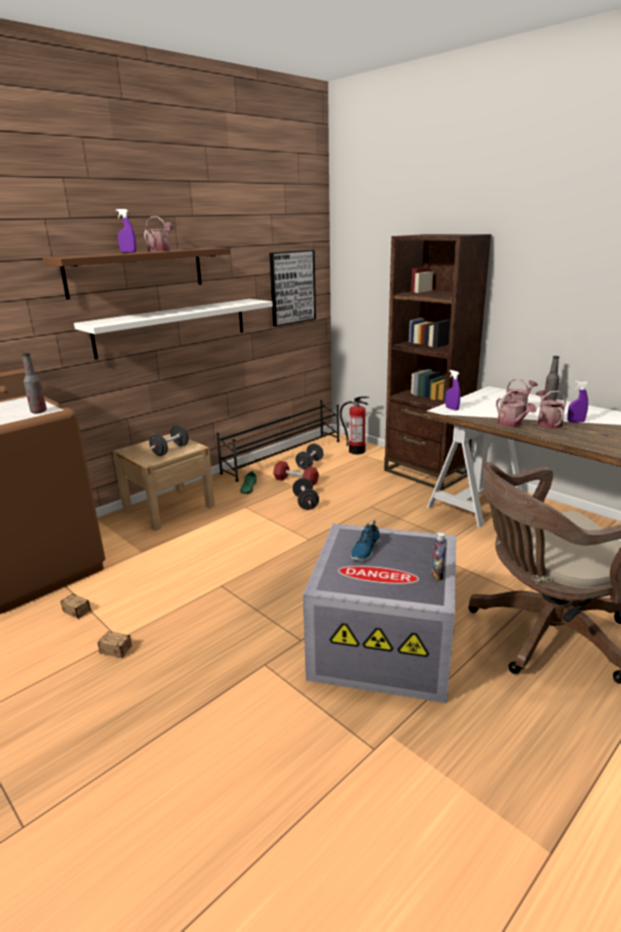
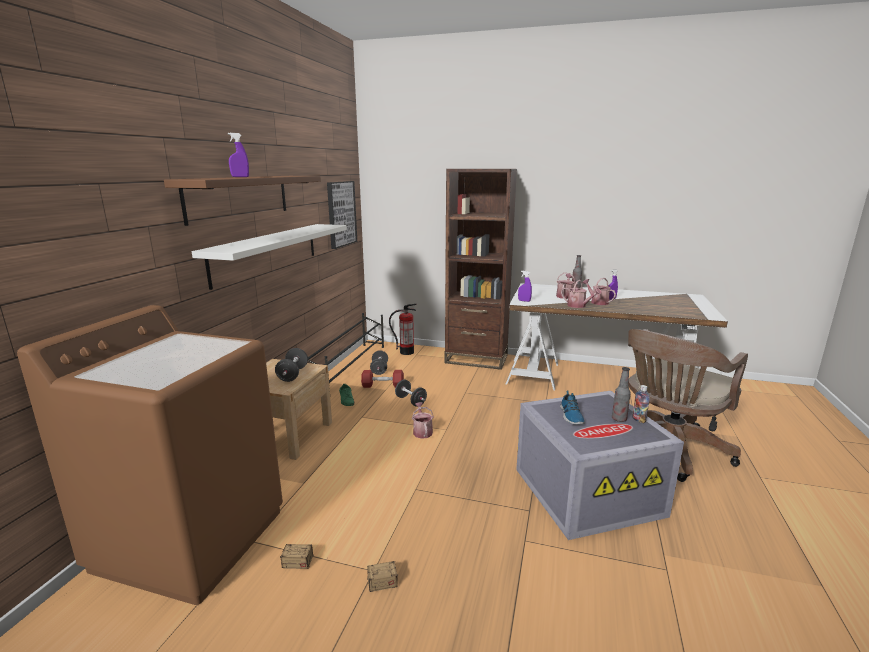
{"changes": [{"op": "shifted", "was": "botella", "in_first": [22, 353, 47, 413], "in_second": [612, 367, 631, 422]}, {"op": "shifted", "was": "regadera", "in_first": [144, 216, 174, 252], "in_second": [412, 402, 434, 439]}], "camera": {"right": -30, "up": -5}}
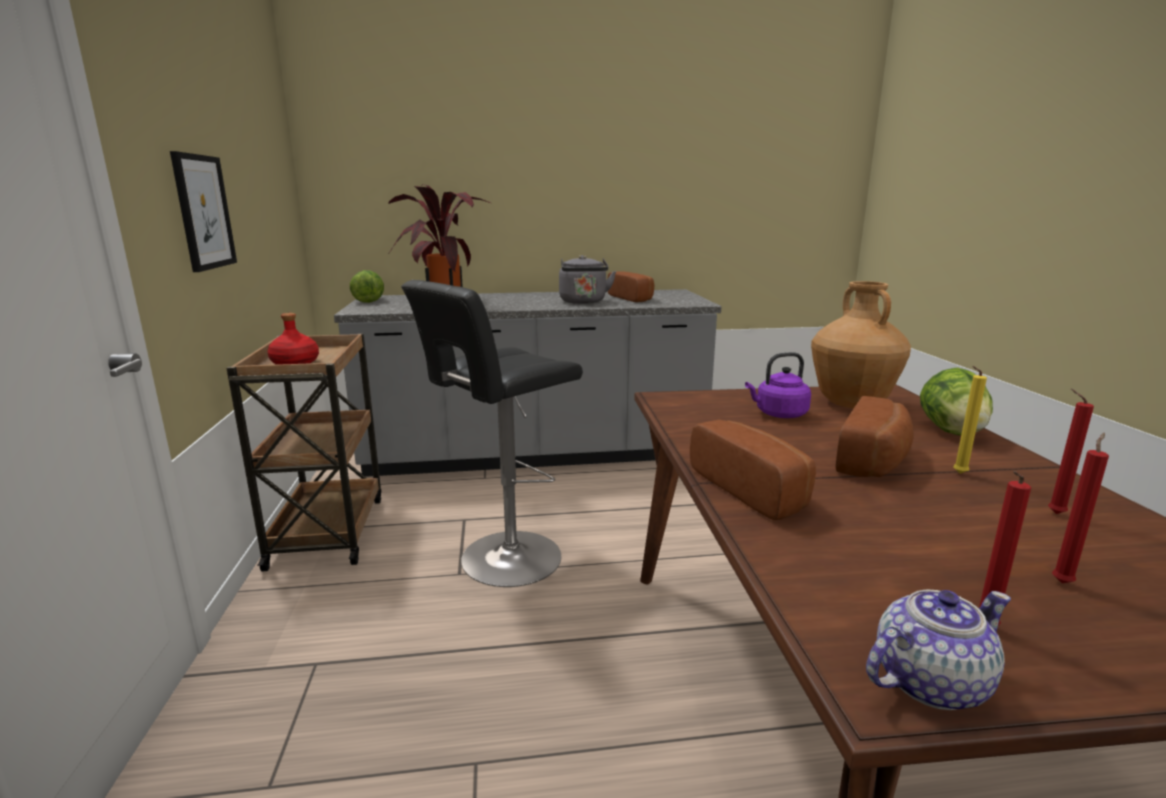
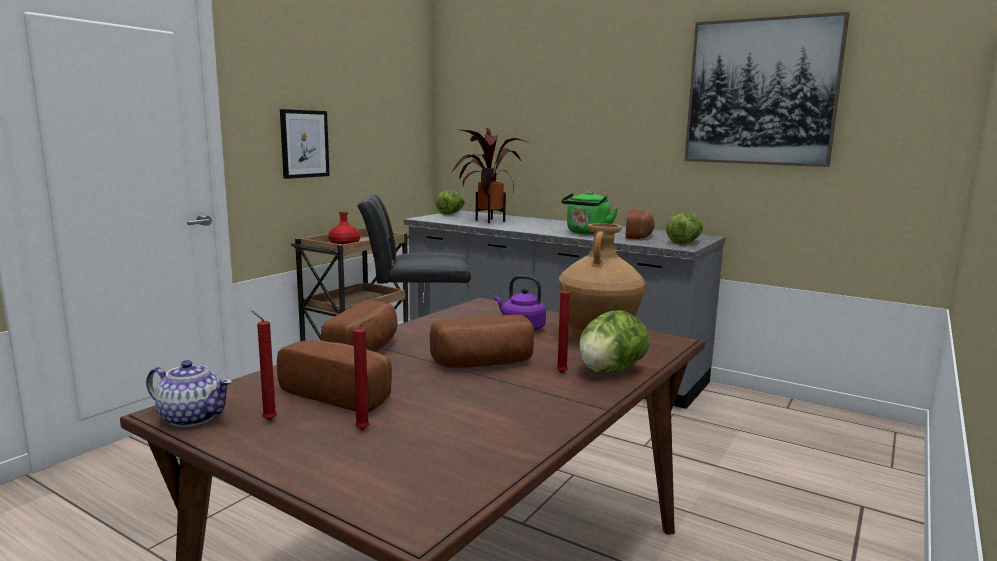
{"changes": [{"op": "repainted", "was": "hervidor/gris", "now": "hervidor/verde", "in_first": [559, 255, 616, 304], "in_second": [561, 191, 618, 235]}, {"op": "gone", "was": "vela/amarillo", "in_first": [953, 366, 987, 474]}, {"op": "shifted", "was": "vela/rojo", "in_first": [1048, 389, 1094, 514], "in_second": [556, 280, 570, 373]}, {"op": "new", "now": "pan", "in_second": [277, 340, 392, 413]}, {"op": "new", "now": "lechuga", "in_second": [666, 213, 703, 244]}, {"op": "new", "now": "cuadro", "in_second": [684, 12, 850, 167]}], "camera": {"right": 40, "up": -5}}
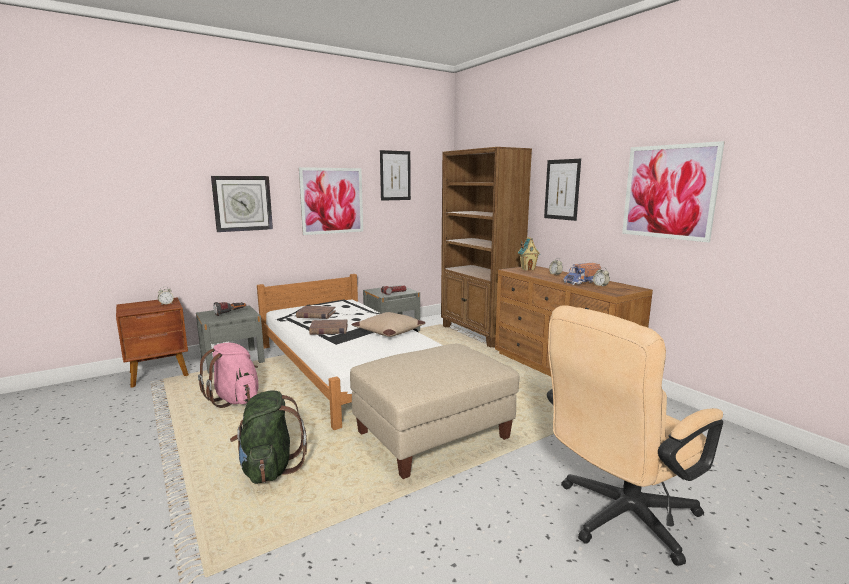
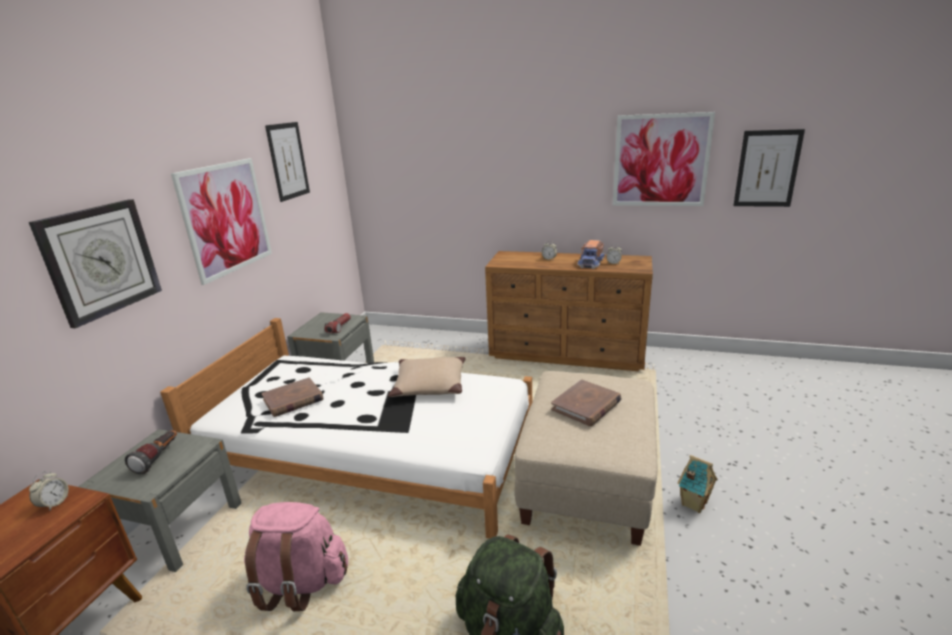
{"changes": [{"op": "shifted", "was": "libro/marrón", "in_first": [309, 319, 348, 335], "in_second": [551, 379, 622, 426]}, {"op": "gone", "was": "estantería/marrón", "in_first": [441, 147, 532, 348]}, {"op": "shifted", "was": "casita", "in_first": [518, 237, 540, 270], "in_second": [677, 455, 718, 513]}, {"op": "shifted", "was": "cuadro", "in_first": [544, 159, 581, 221], "in_second": [733, 129, 805, 207]}, {"op": "gone", "was": "silla de oficina/beis", "in_first": [547, 305, 723, 566]}], "camera": {"right": -40, "up": 10}}
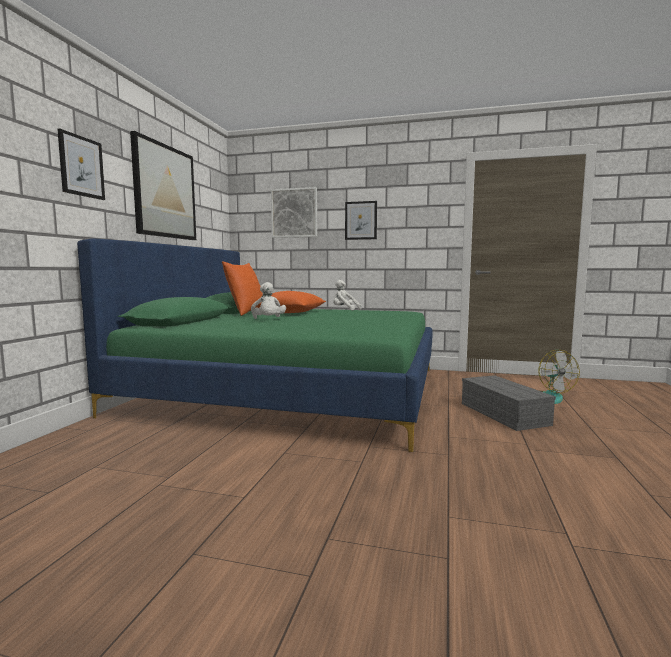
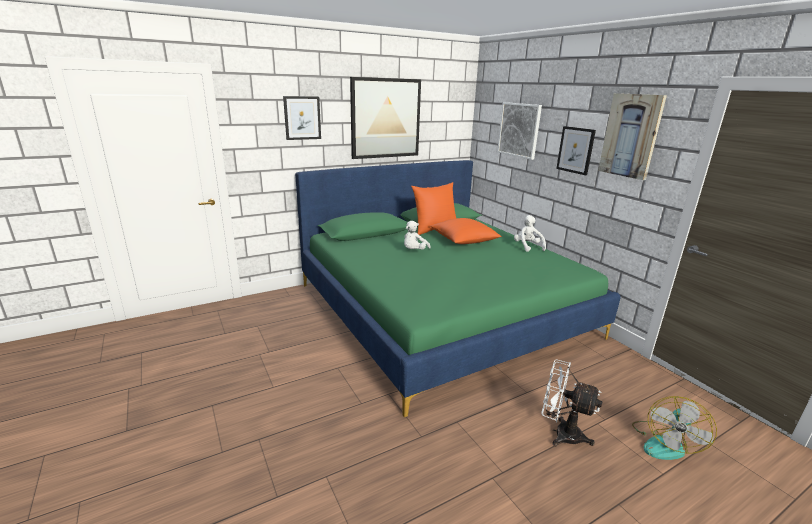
{"changes": [{"op": "swapped", "was": "caja de almacenaje/gris", "now": "ventilador/blanco", "in_first": [462, 375, 556, 431], "in_second": [541, 359, 603, 446]}, {"op": "new", "now": "cuadro", "in_second": [598, 93, 667, 180]}], "camera": {"right": 45, "up": 15}}
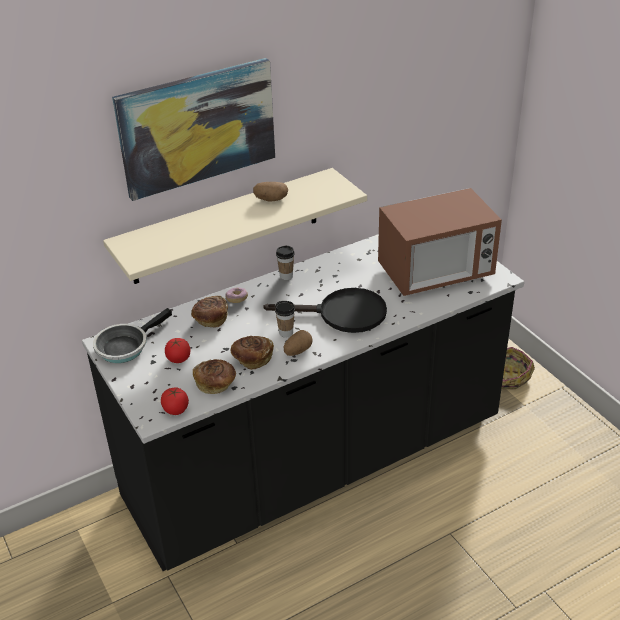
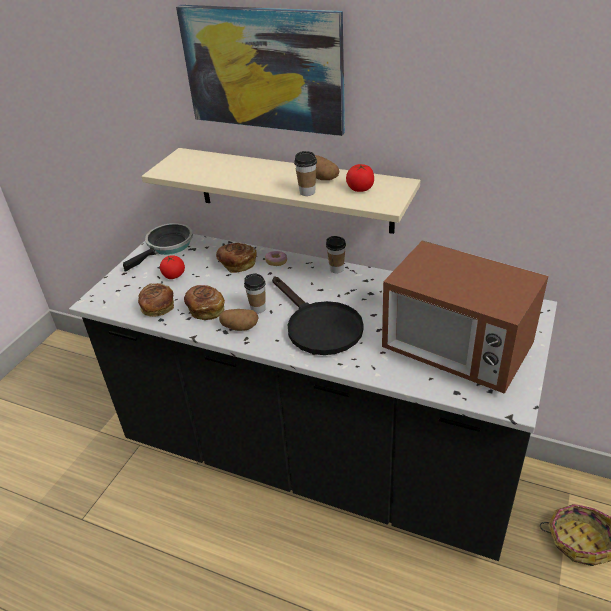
{"changes": [{"op": "rotated", "was": "sartén", "in_first": [93, 308, 172, 363], "in_second": [123, 223, 193, 272], "clockwise": 120}, {"op": "shifted", "was": "tomate", "in_first": [161, 387, 189, 415], "in_second": [346, 164, 374, 192]}, {"op": "new", "now": "taza", "in_second": [294, 151, 317, 196]}], "camera": {"right": 55, "up": 0}}
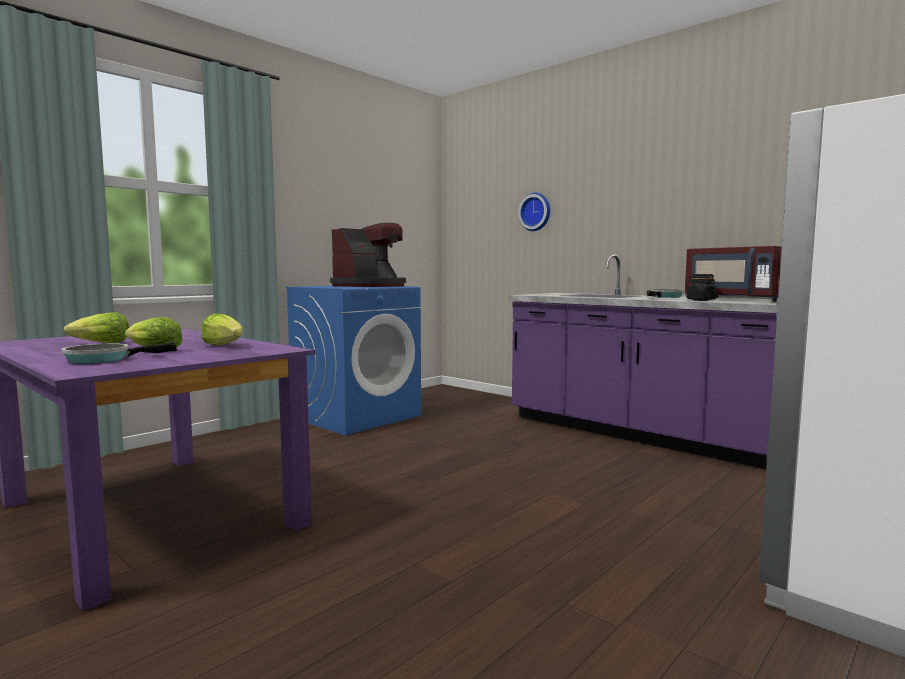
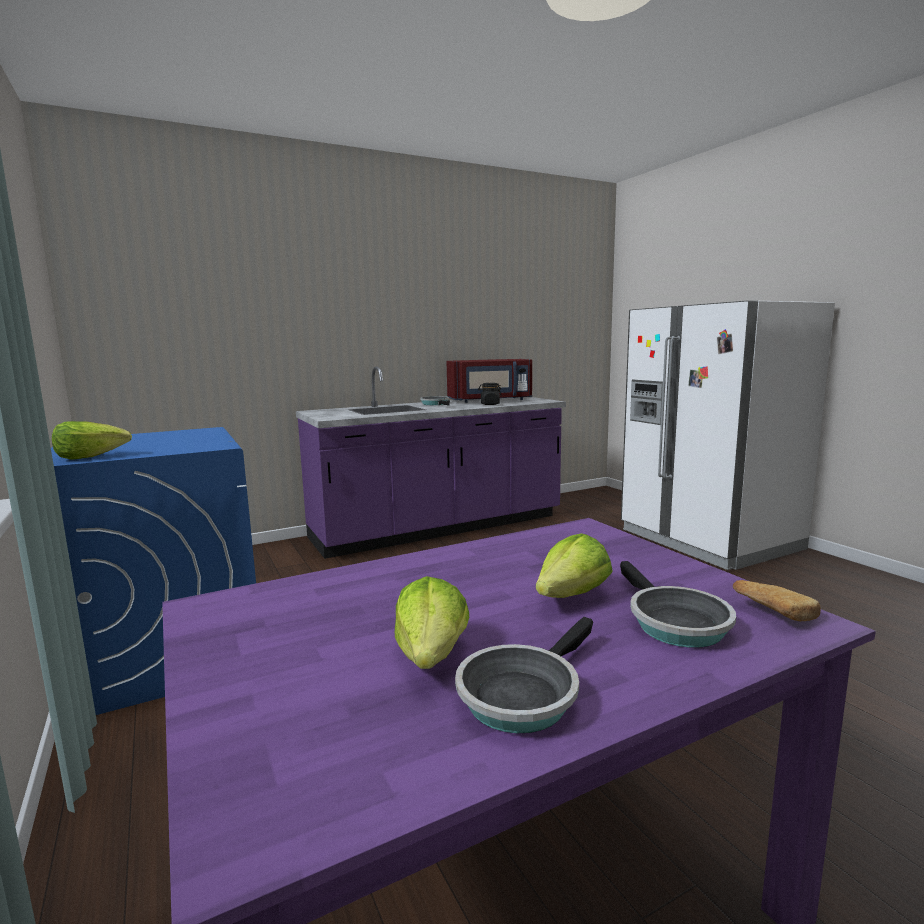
{"changes": [{"op": "shifted", "was": "lechuga", "in_first": [201, 313, 243, 345], "in_second": [52, 421, 132, 460]}, {"op": "gone", "was": "cafetera", "in_first": [330, 223, 406, 287]}, {"op": "gone", "was": "reloj de pared", "in_first": [518, 193, 550, 231]}, {"op": "new", "now": "sartén", "in_second": [455, 617, 593, 733]}, {"op": "new", "now": "pan", "in_second": [733, 580, 821, 621]}], "camera": {"right": -70, "up": 5}}
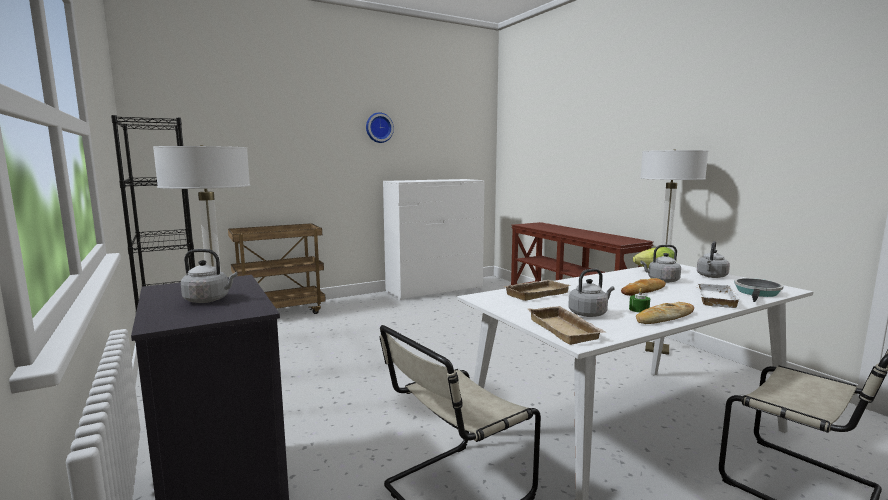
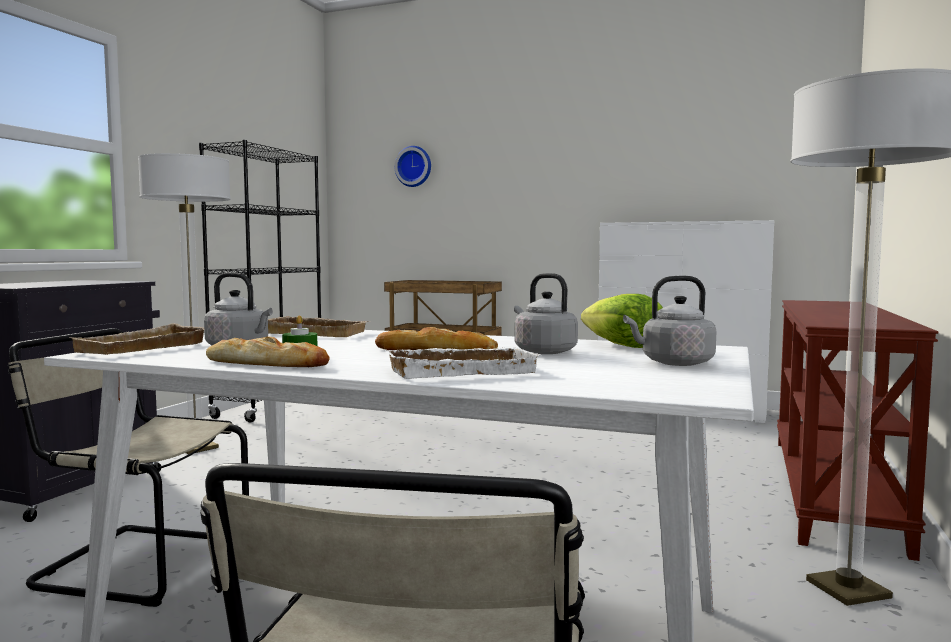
{"changes": [{"op": "gone", "was": "hervidor/gris", "in_first": [181, 249, 237, 303]}, {"op": "shifted", "was": "reloj de pared", "in_first": [366, 112, 394, 143], "in_second": [395, 146, 431, 187]}, {"op": "gone", "was": "sartén", "in_first": [734, 278, 784, 302]}], "camera": {"right": 50, "up": -5}}
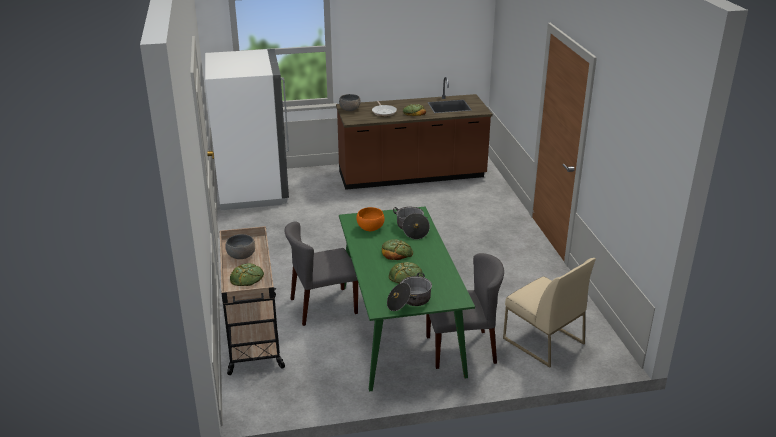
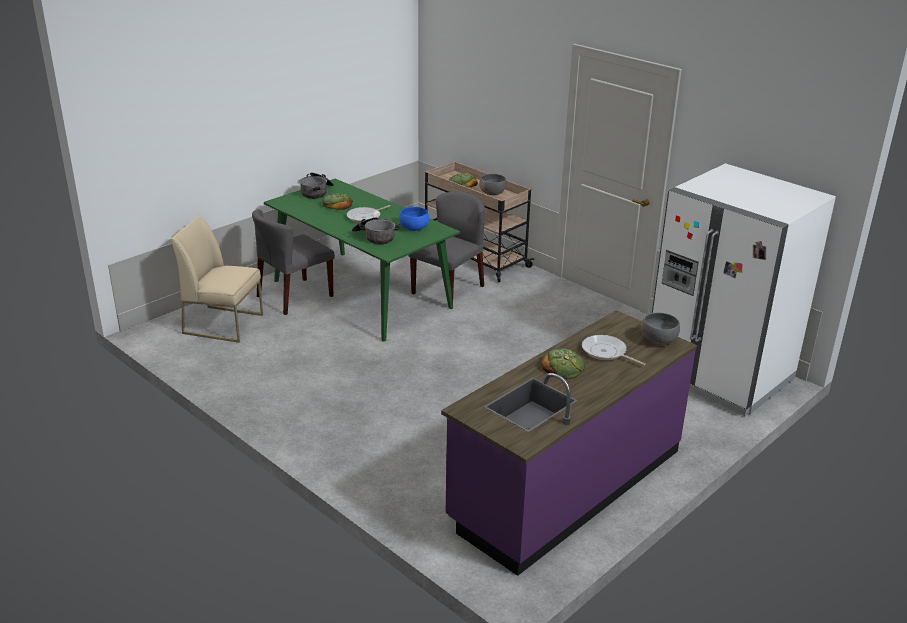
{"changes": [{"op": "repainted", "was": "mueble bajo de cocina/marrón", "now": "mueble bajo de cocina/morado", "in_first": [336, 77, 493, 190], "in_second": [441, 310, 697, 576]}, {"op": "repainted", "was": "cuenco/naranja", "now": "cuenco/azul", "in_first": [356, 207, 385, 231], "in_second": [399, 207, 429, 231]}, {"op": "swapped", "was": "pan", "now": "sartén", "in_first": [382, 239, 413, 260], "in_second": [347, 205, 391, 223]}], "camera": {"right": 145, "up": 0}}
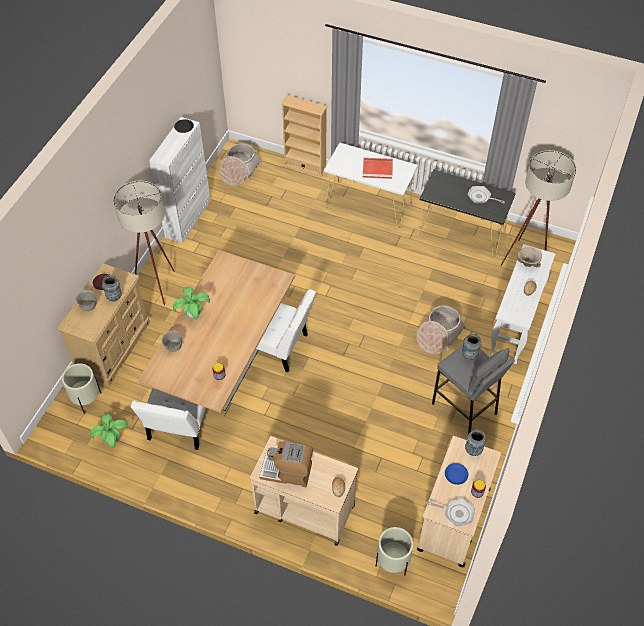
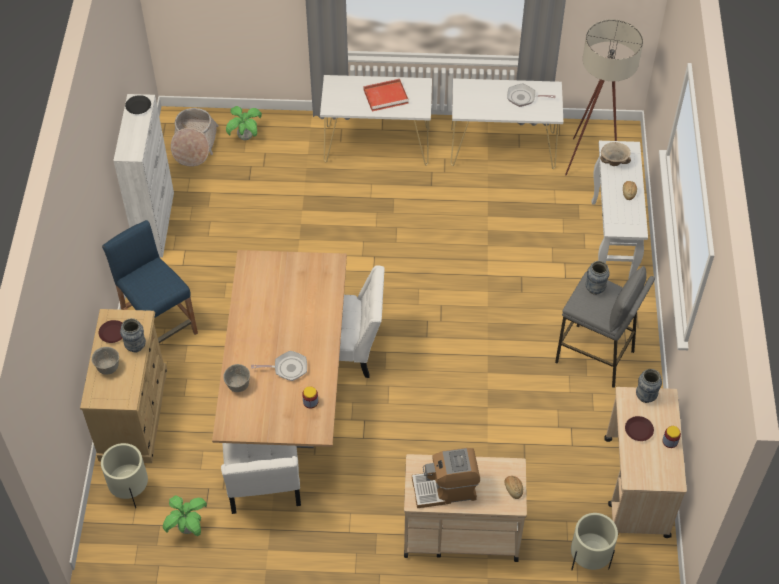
{"changes": [{"op": "swapped", "was": "lámpara de pie/beis", "now": "taburete/azul", "in_first": [113, 181, 175, 306], "in_second": [102, 220, 198, 343]}, {"op": "shifted", "was": "planta en maceta", "in_first": [173, 286, 210, 319], "in_second": [226, 106, 262, 140]}, {"op": "gone", "was": "estantería/beis", "in_first": [281, 95, 327, 177]}, {"op": "repainted", "was": "mesa consola/negro", "now": "mesa consola/blanco", "in_first": [417, 169, 516, 259], "in_second": [450, 78, 563, 169]}, {"op": "gone", "was": "cesta", "in_first": [417, 305, 466, 354]}, {"op": "shifted", "was": "sartén", "in_first": [426, 498, 475, 526], "in_second": [251, 351, 307, 381]}, {"op": "repainted", "was": "plato/azul", "now": "plato/marrón", "in_first": [445, 463, 468, 485], "in_second": [625, 416, 654, 441]}], "camera": {"right": -20, "up": 0}}
